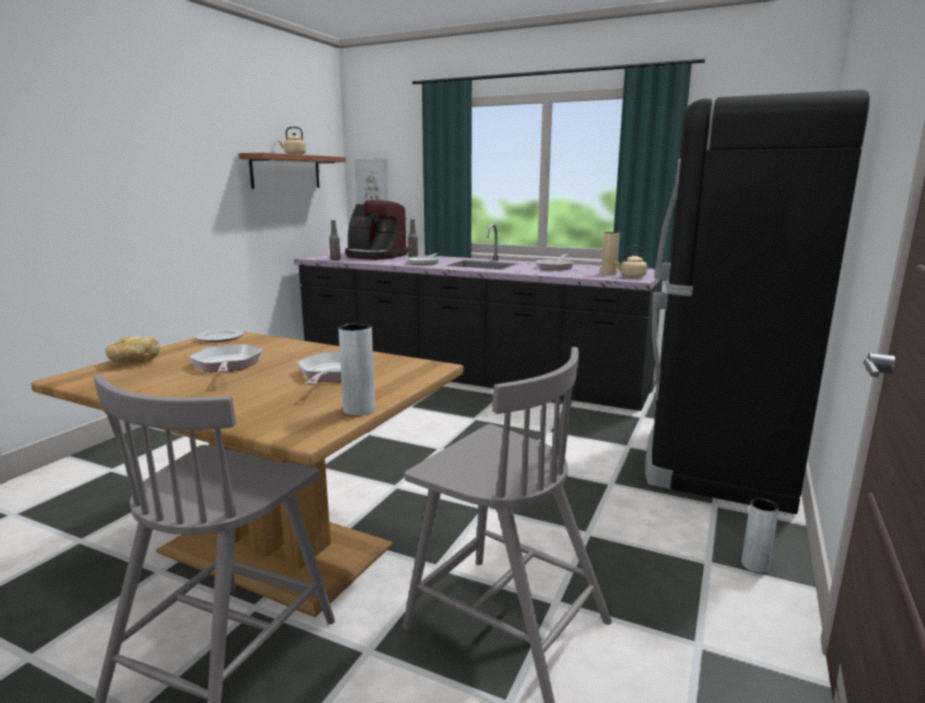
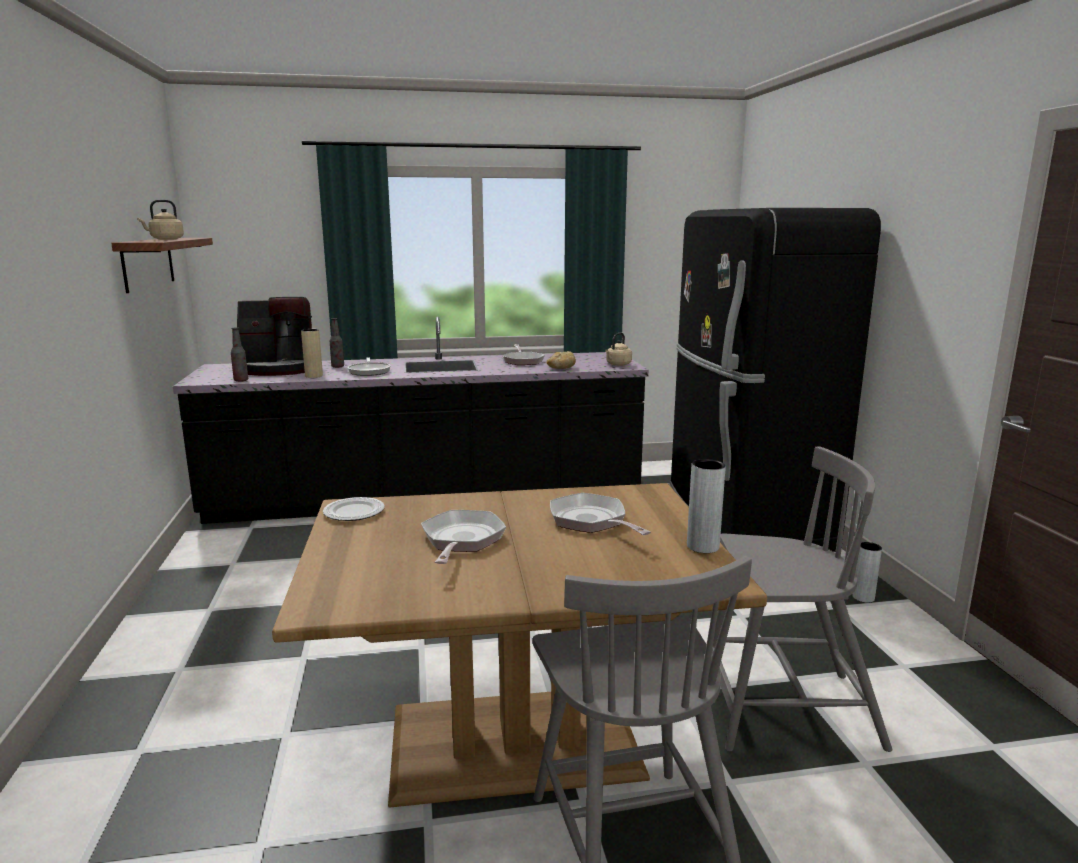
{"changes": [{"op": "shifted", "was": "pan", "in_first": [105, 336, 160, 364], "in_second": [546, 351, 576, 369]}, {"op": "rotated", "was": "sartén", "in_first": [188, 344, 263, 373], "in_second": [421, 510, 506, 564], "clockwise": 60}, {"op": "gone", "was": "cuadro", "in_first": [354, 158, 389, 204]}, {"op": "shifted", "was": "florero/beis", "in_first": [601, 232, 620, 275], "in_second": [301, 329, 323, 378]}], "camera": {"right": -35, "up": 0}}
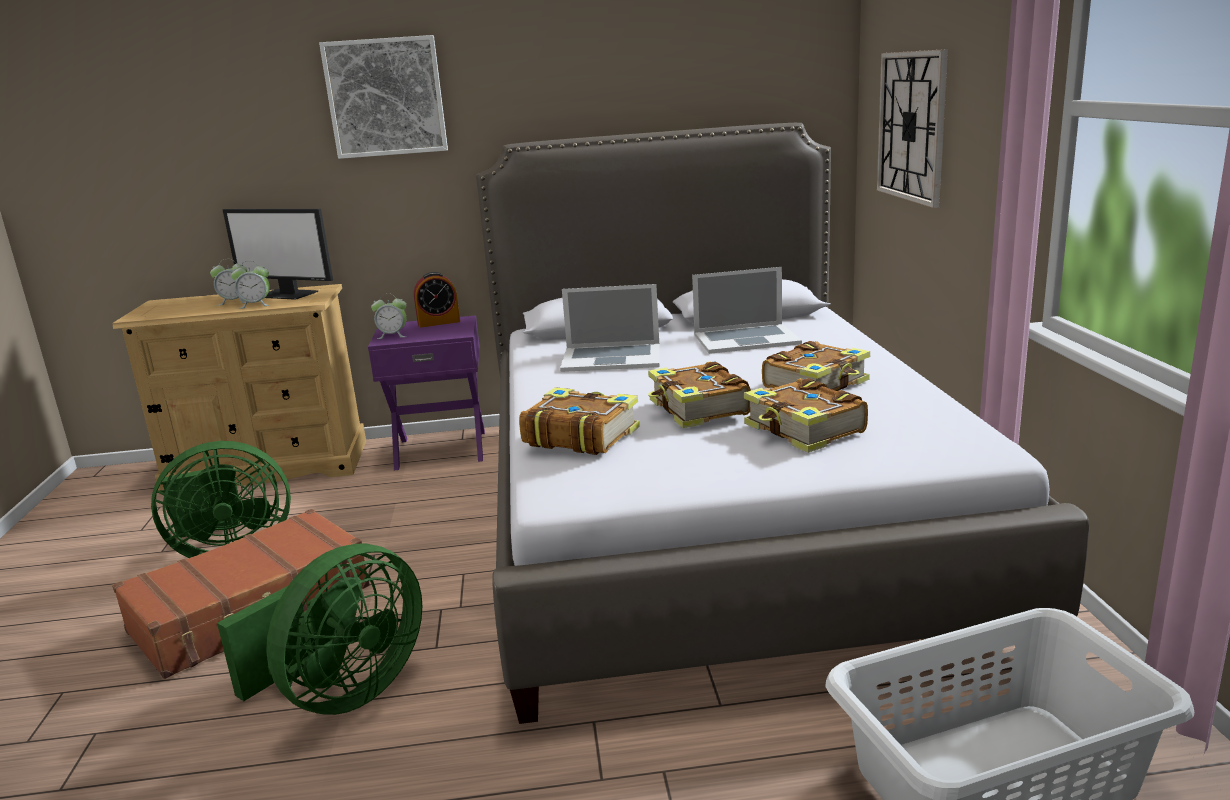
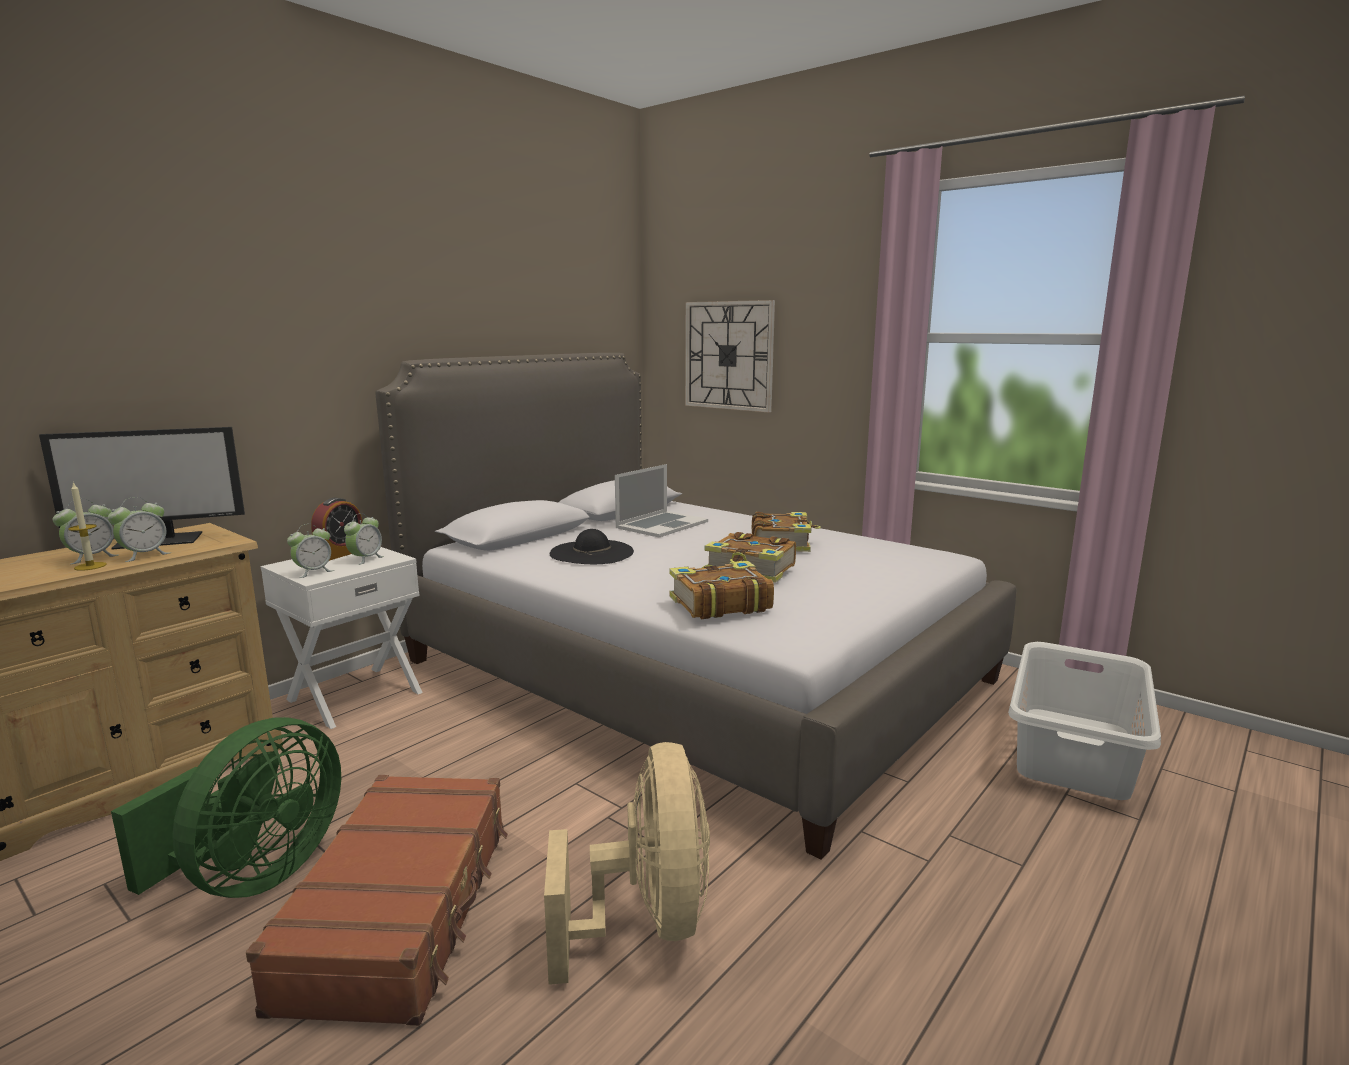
{"changes": [{"op": "repainted", "was": "ventilador/verde", "now": "ventilador/beis", "in_first": [217, 544, 422, 715], "in_second": [544, 742, 710, 985]}, {"op": "gone", "was": "cuadro", "in_first": [319, 35, 448, 159]}, {"op": "repainted", "was": "mesita de noche/morado", "now": "mesita de noche/blanco", "in_first": [368, 315, 485, 470], "in_second": [261, 547, 423, 729]}, {"op": "swapped", "was": "portátil", "now": "sombrero/negro", "in_first": [560, 284, 660, 372], "in_second": [550, 529, 634, 564]}, {"op": "gone", "was": "libro", "in_first": [744, 378, 868, 453]}, {"op": "new", "now": "vela", "in_second": [68, 482, 107, 571]}, {"op": "new", "now": "despertador", "in_second": [344, 513, 384, 565]}], "camera": {"right": -45, "up": -5}}
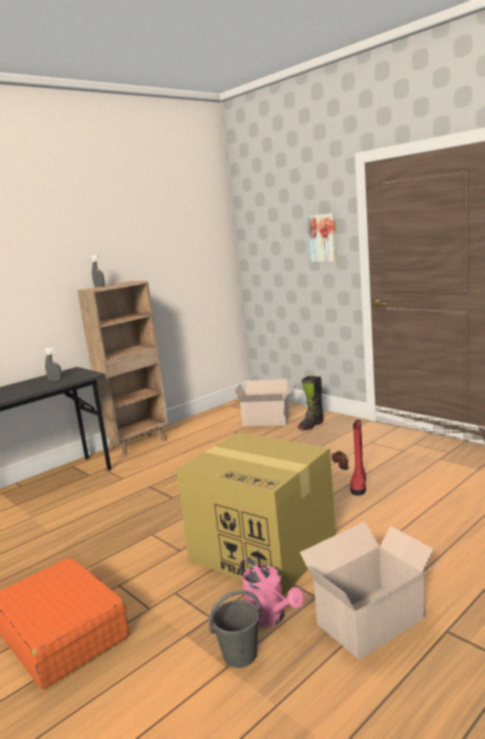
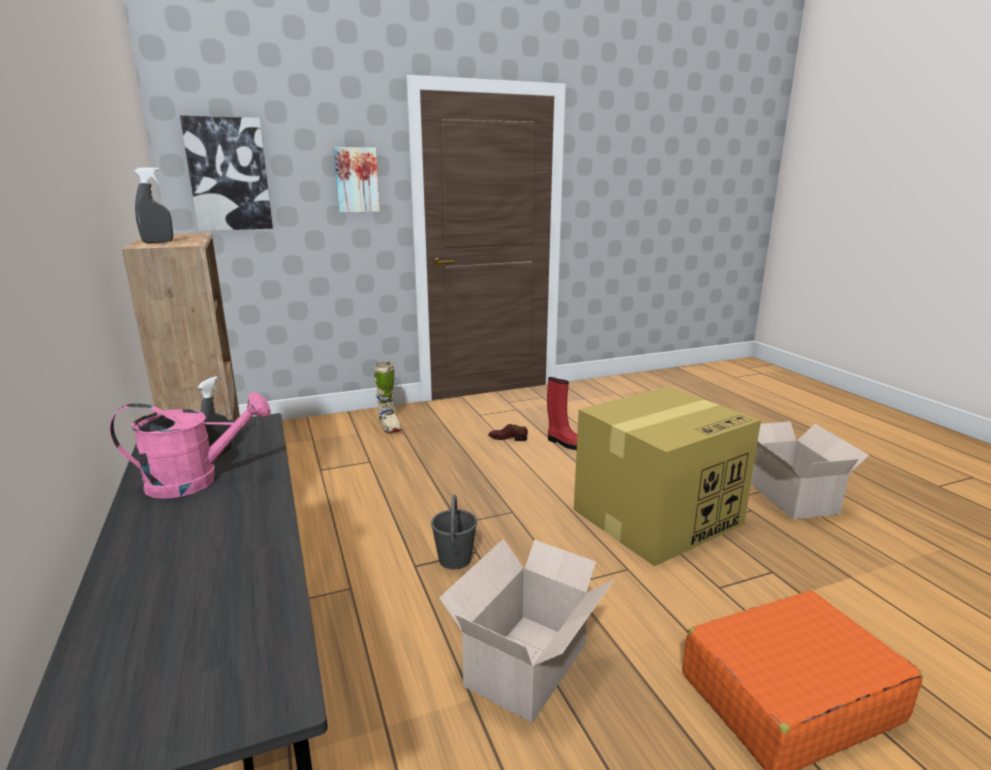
{"changes": [{"op": "shifted", "was": "cubo/gris", "in_first": [209, 590, 262, 668], "in_second": [431, 494, 477, 570]}, {"op": "shifted", "was": "caja de cartón", "in_first": [234, 379, 294, 426], "in_second": [439, 539, 614, 723]}, {"op": "shifted", "was": "regadera/rosa", "in_first": [240, 557, 304, 627], "in_second": [110, 392, 271, 499]}, {"op": "repainted", "was": "bota/negro", "now": "bota/beis", "in_first": [298, 376, 323, 430], "in_second": [374, 361, 401, 433]}, {"op": "new", "now": "cuadro", "in_second": [180, 116, 273, 231]}], "camera": {"right": -70, "up": 5}}
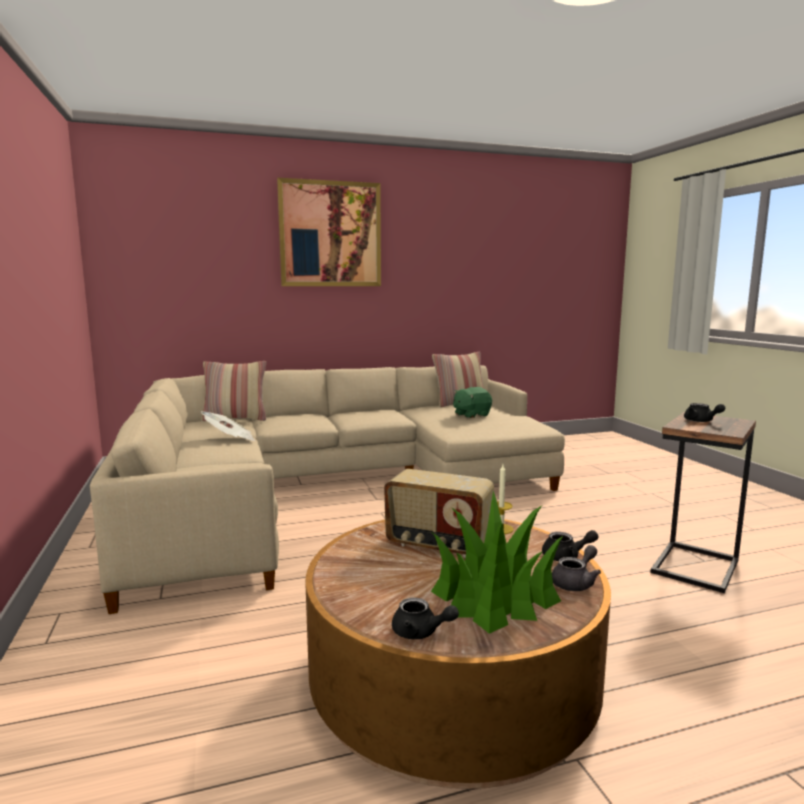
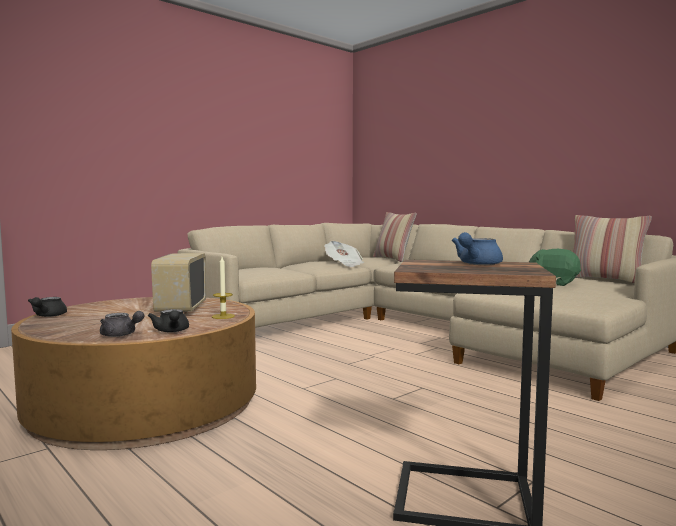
{"changes": [{"op": "gone", "was": "cuadro", "in_first": [277, 178, 381, 286]}, {"op": "gone", "was": "planta en maceta", "in_first": [431, 491, 563, 634]}, {"op": "repainted", "was": "tetera/negro", "now": "tetera/azul", "in_first": [684, 403, 725, 422], "in_second": [452, 232, 503, 265]}], "camera": {"right": 65, "up": -5}}
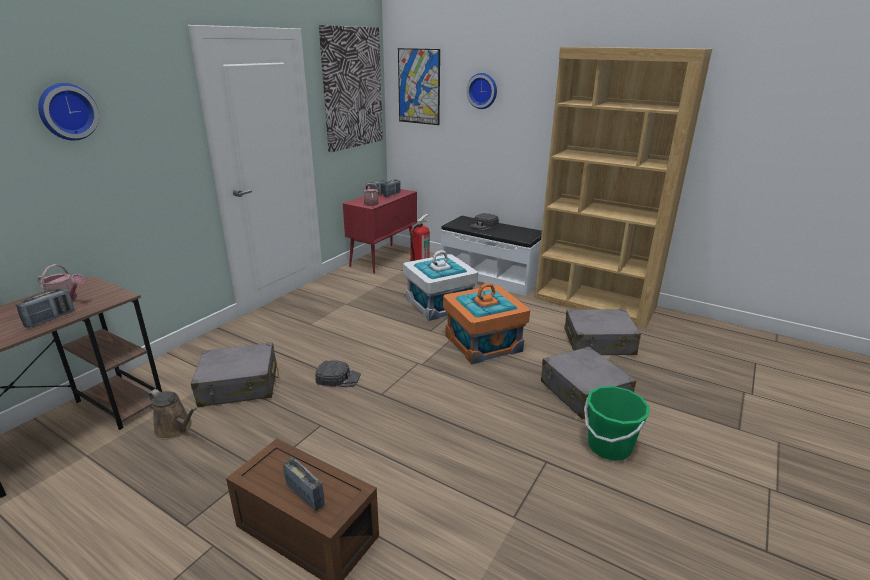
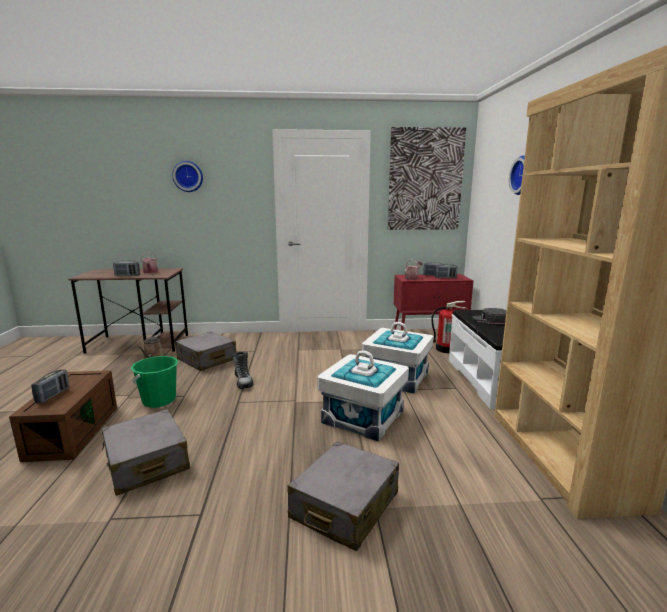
{"changes": [{"op": "swapped", "was": "gorra/negro", "now": "bota", "in_first": [315, 360, 361, 388], "in_second": [232, 351, 254, 389]}, {"op": "gone", "was": "cuadro", "in_first": [398, 48, 440, 125]}, {"op": "repainted", "was": "caja de almacenaje/naranja", "now": "caja de almacenaje/blanco", "in_first": [443, 283, 530, 364], "in_second": [318, 350, 409, 442]}, {"op": "shifted", "was": "maleta/gris", "in_first": [564, 309, 641, 355], "in_second": [102, 409, 190, 496]}, {"op": "shifted", "was": "cubo/verde", "in_first": [584, 386, 650, 461], "in_second": [130, 356, 178, 408]}], "camera": {"right": 55, "up": -10}}
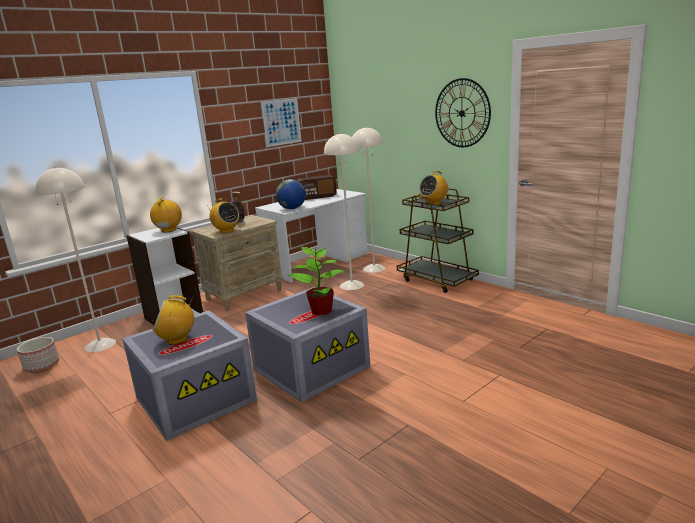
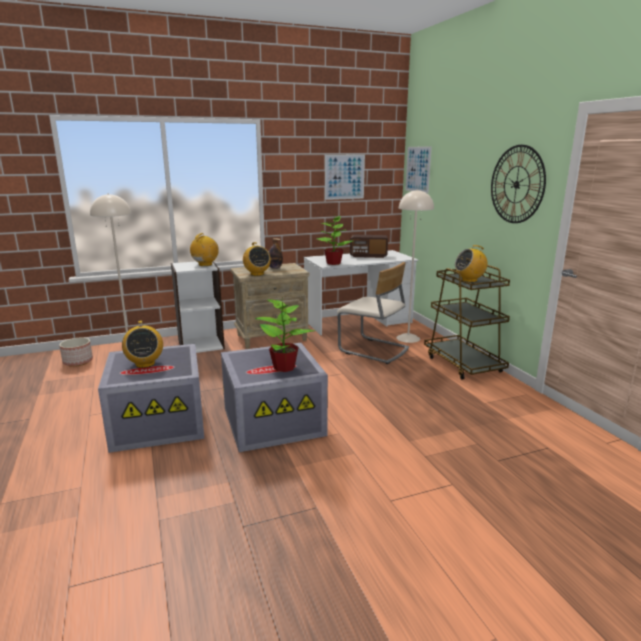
{"changes": [{"op": "rotated", "was": "radio", "in_first": [153, 295, 194, 345], "in_second": [122, 320, 163, 368], "clockwise": -120}, {"op": "swapped", "was": "globo terráqueo", "now": "planta en maceta", "in_first": [276, 179, 306, 209], "in_second": [317, 216, 353, 265]}, {"op": "swapped", "was": "lámpara de pie/beis", "now": "silla/beis", "in_first": [324, 133, 364, 290], "in_second": [337, 262, 409, 364]}, {"op": "new", "now": "cuadro", "in_second": [405, 146, 432, 194]}], "camera": {"right": 20, "up": 0}}
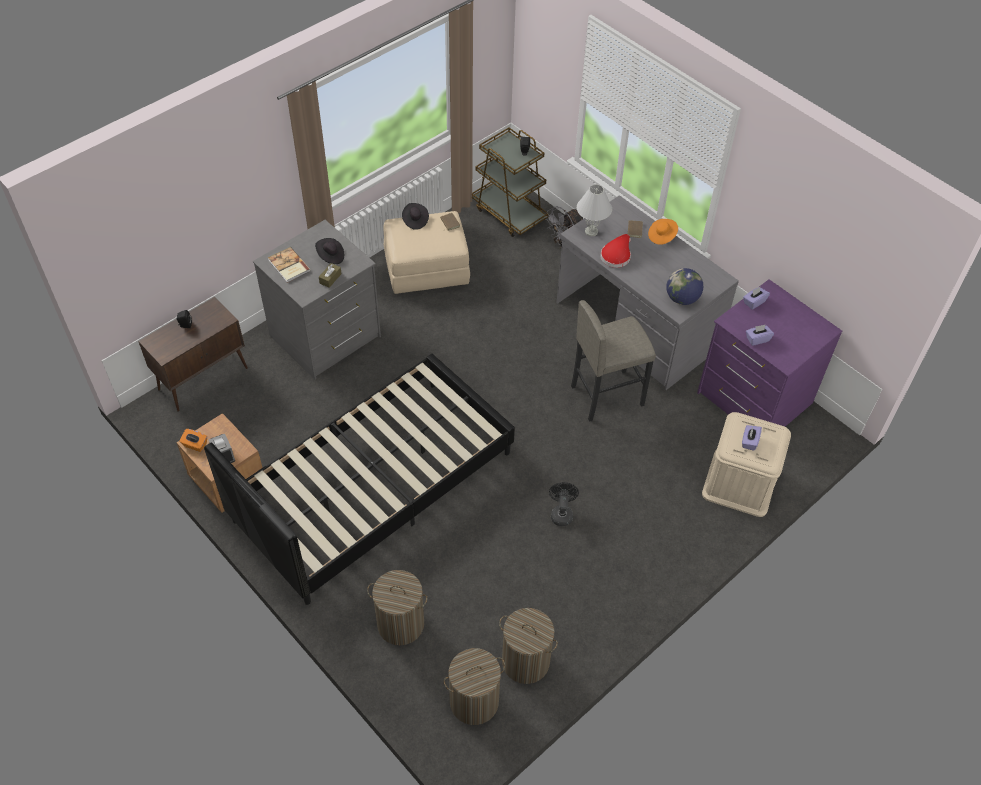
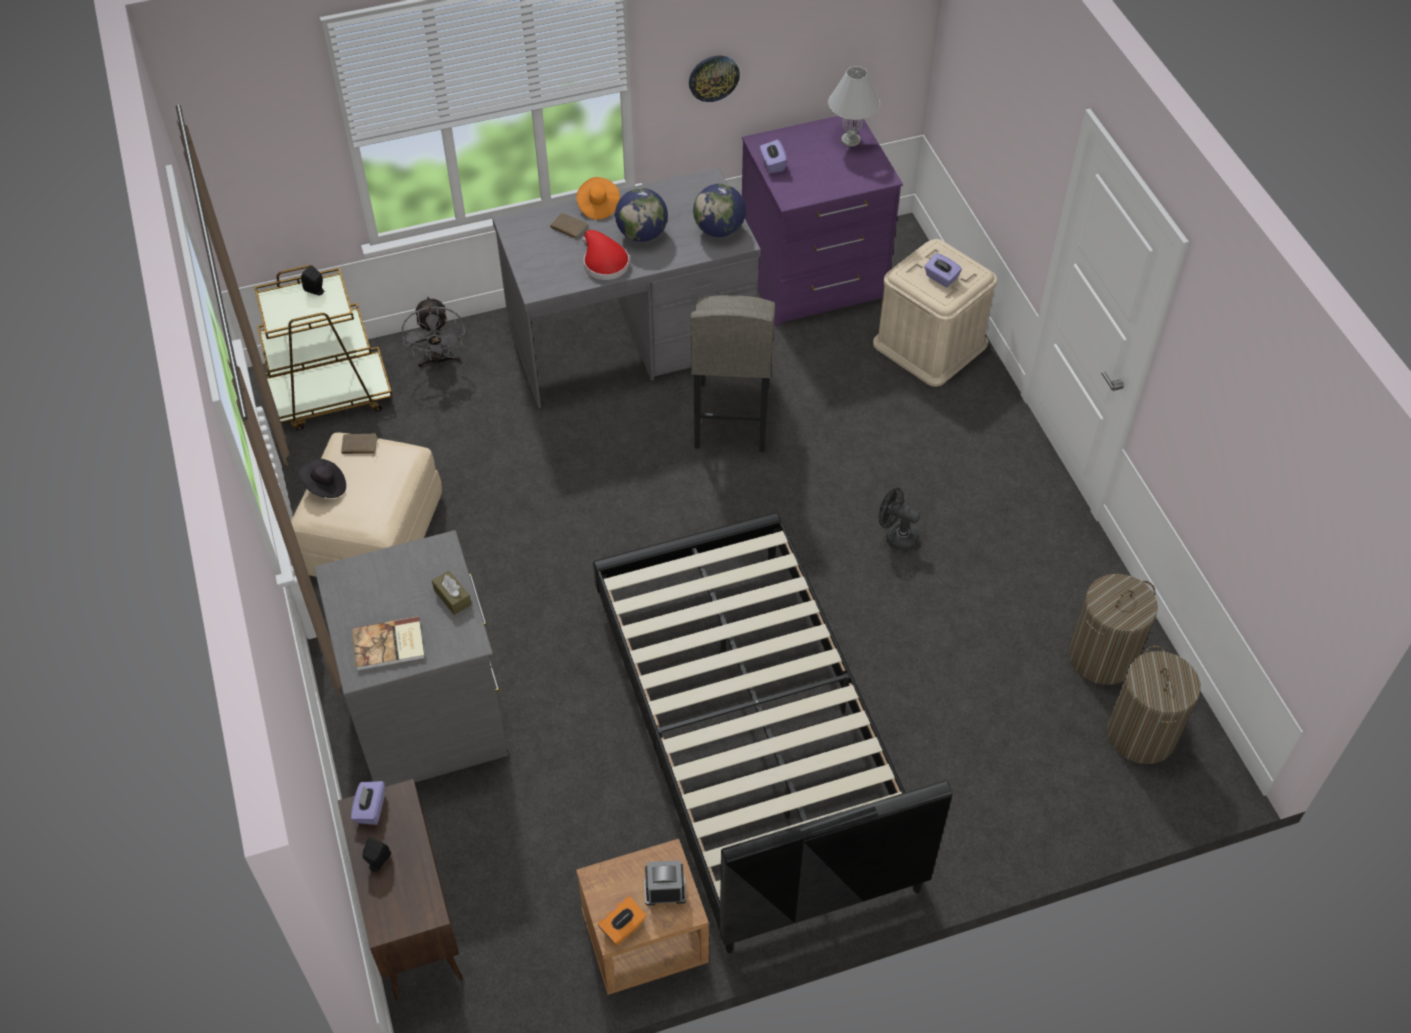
{"changes": [{"op": "gone", "was": "sombrero/negro", "in_first": [315, 238, 344, 264]}, {"op": "gone", "was": "cesto de la ropa", "in_first": [367, 570, 428, 645]}, {"op": "shifted", "was": "lámpara de mesa/blanco", "in_first": [577, 184, 612, 236], "in_second": [828, 66, 880, 147]}, {"op": "shifted", "was": "caja de pañuelos/morado", "in_first": [746, 325, 774, 346], "in_second": [351, 781, 385, 825]}, {"op": "new", "now": "globo terráqueo", "in_second": [615, 188, 668, 242]}, {"op": "new", "now": "reloj de pared", "in_second": [689, 56, 740, 102]}], "camera": {"right": -65, "up": 0}}
